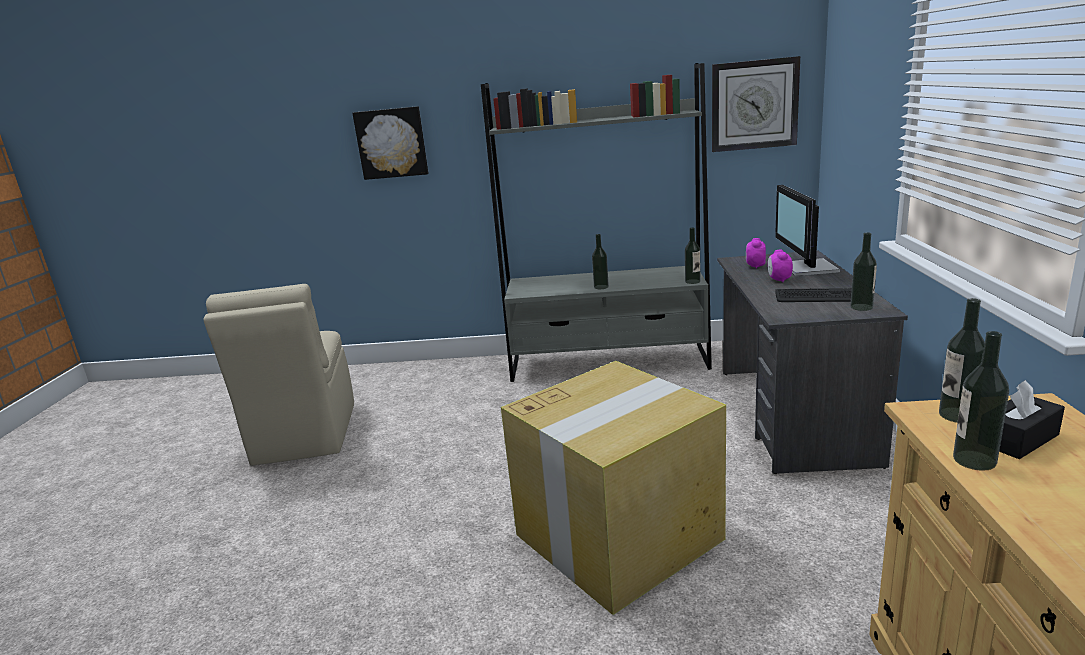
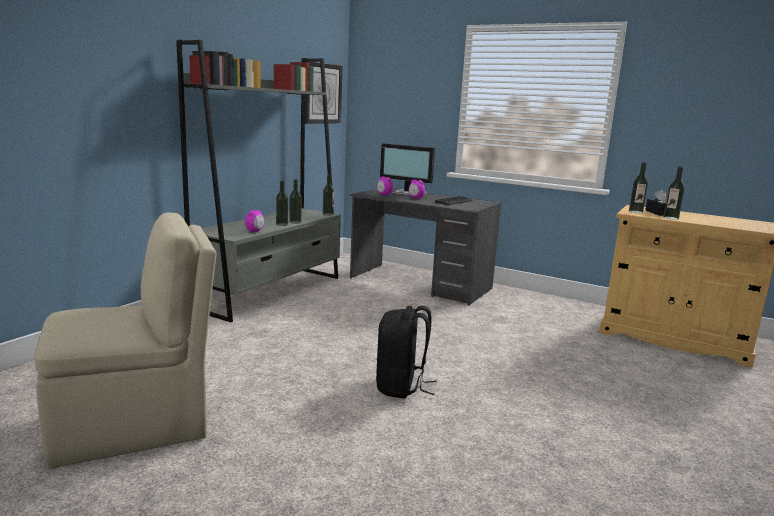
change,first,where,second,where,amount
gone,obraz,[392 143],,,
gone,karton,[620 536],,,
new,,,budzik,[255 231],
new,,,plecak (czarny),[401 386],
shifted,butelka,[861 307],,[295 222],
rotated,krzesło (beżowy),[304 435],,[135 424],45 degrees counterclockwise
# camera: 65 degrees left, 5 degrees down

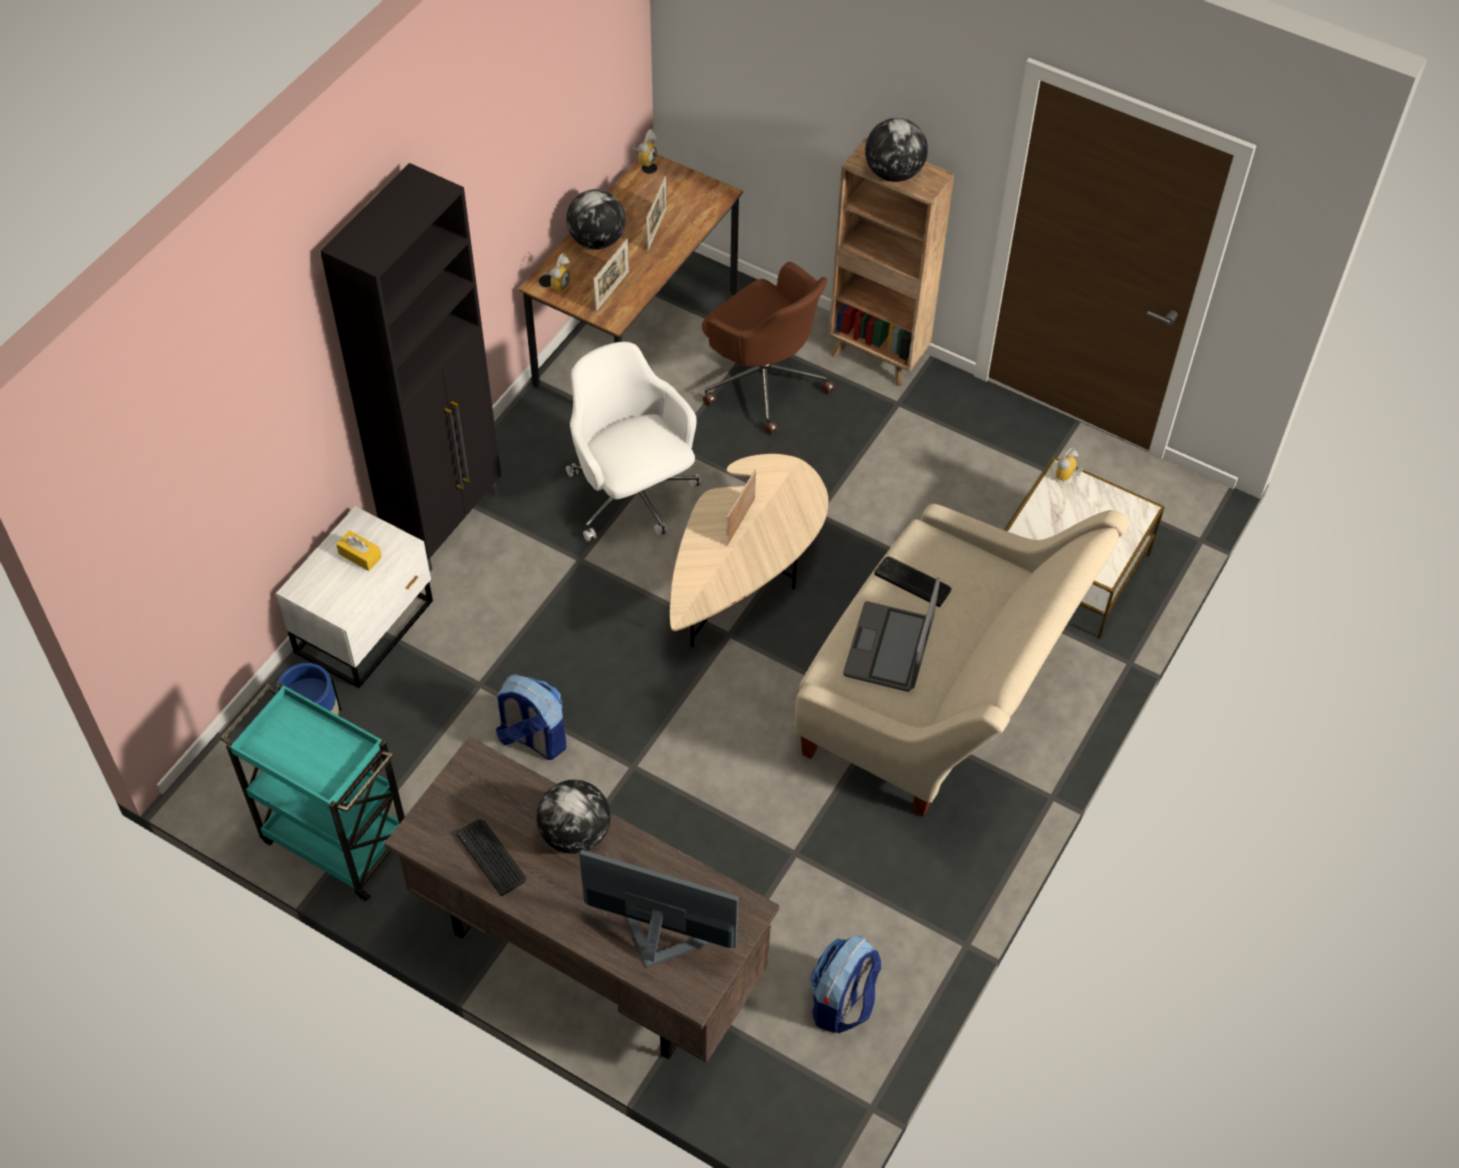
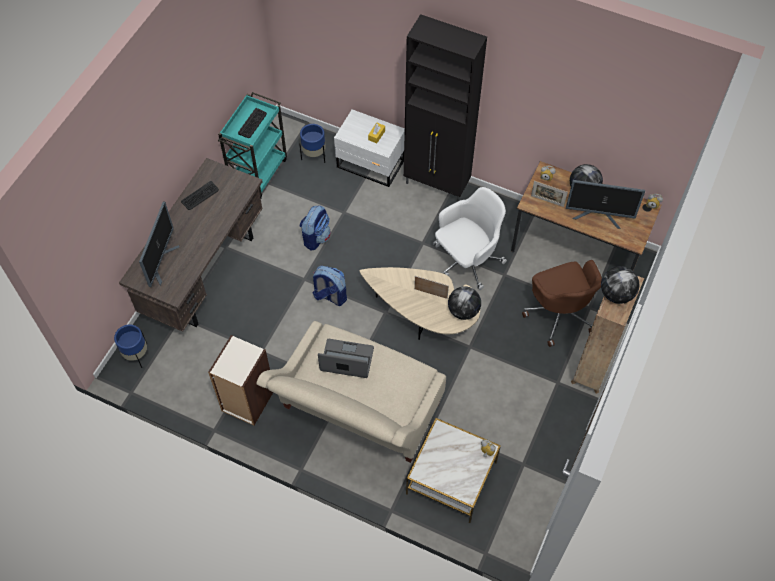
change,first,where,second,where,amount
new,,,donica (niebieski),[136 355],
new,,,regał,[247 401],
shifted,globus,[575 834],,[463 311],
shifted,plecak,[842 1002],,[330 296],
shifted,klawiatura,[913 581],,[252 123],
swapped,ramka na zdjęcie,[656 229],monitor,[598 216],
rotated,krzesło biurowe (brązowy),[763 381],,[559 313],60 degrees counterclockwise
# camera: 85 degrees right, 5 degrees up

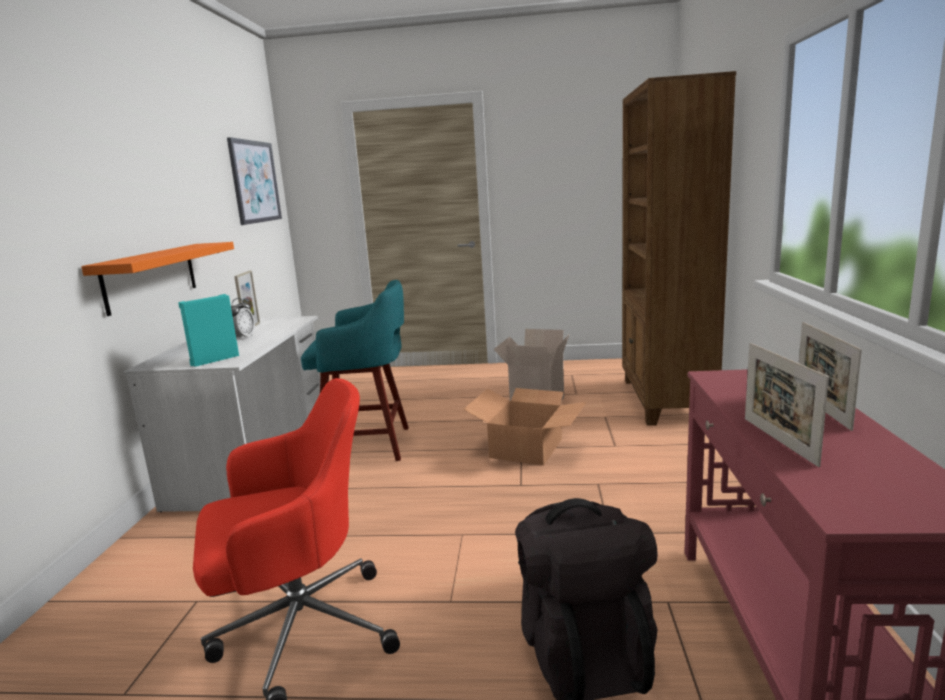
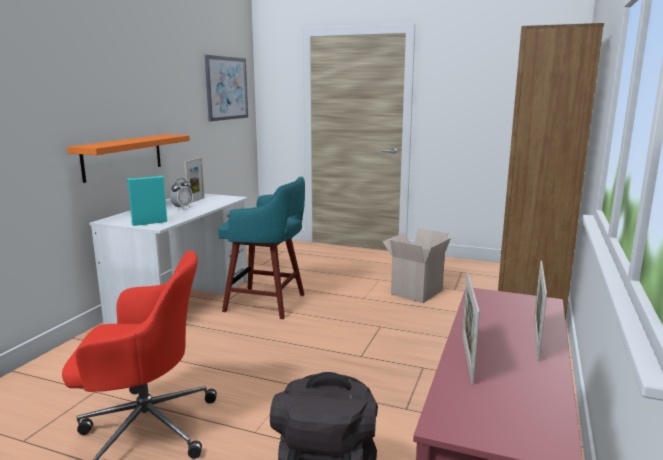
change,first,where,second,where,amount
gone,karton,[527 448],,,
# camera: 15 degrees right, 0 degrees up

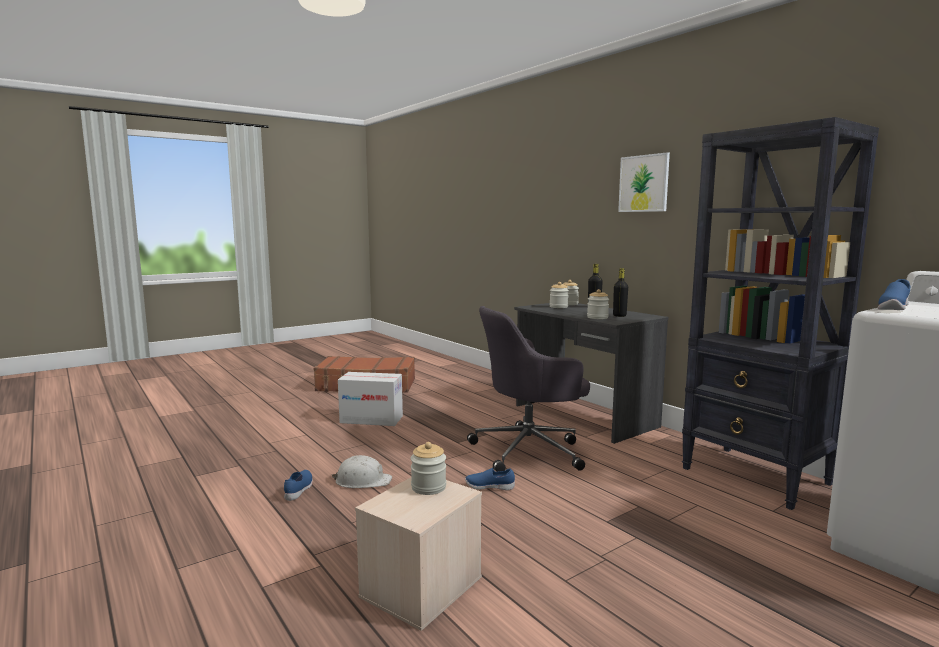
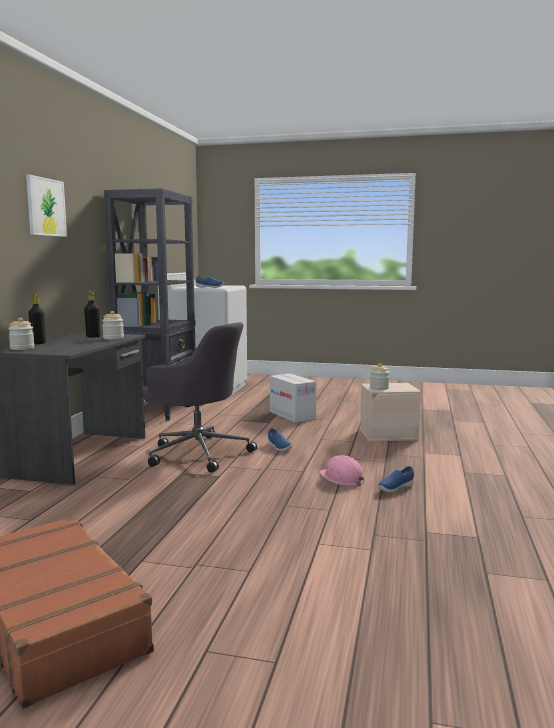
change,first,where,second,where,amount
gone,słoik,[558 307],,,
shifted,karton,[371 419],,[292 415],
repainted,kask (biały),[362 481],kask (różowy),[342 478],
# camera: 130 degrees left, 0 degrees up

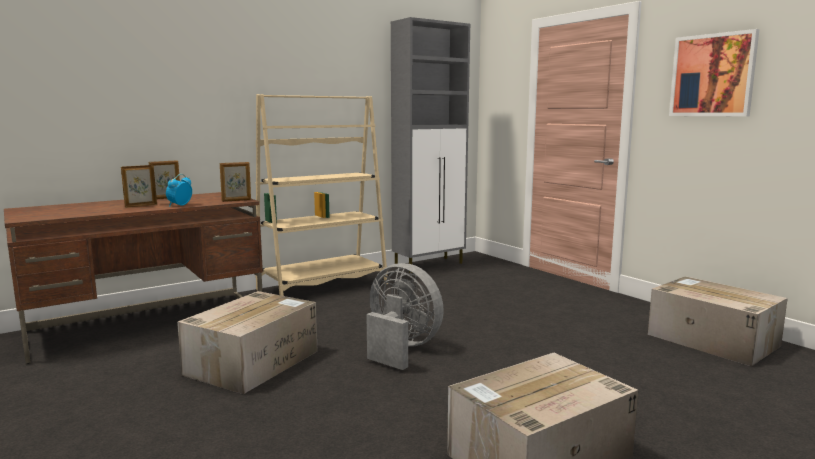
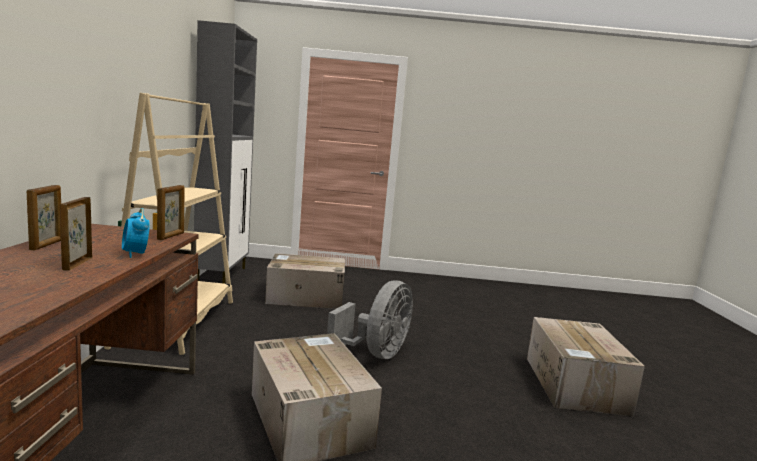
change,first,where,second,where,amount
gone,obraz,[712 75],,,
shifted,karton,[710 340],,[304 297],
rotated,wentylator (szary),[401 348],,[376 354],135 degrees clockwise
# camera: 55 degrees left, 0 degrees up

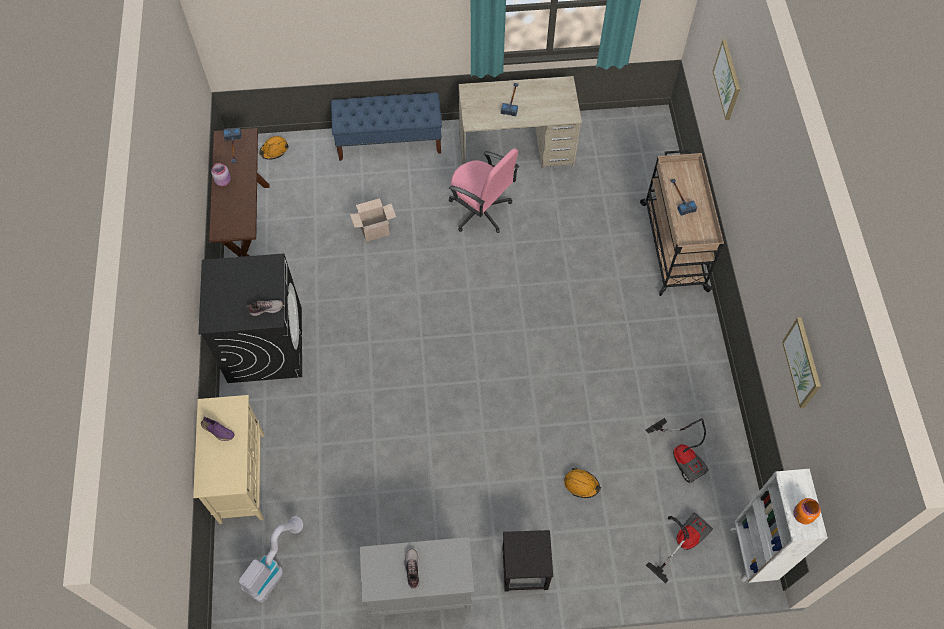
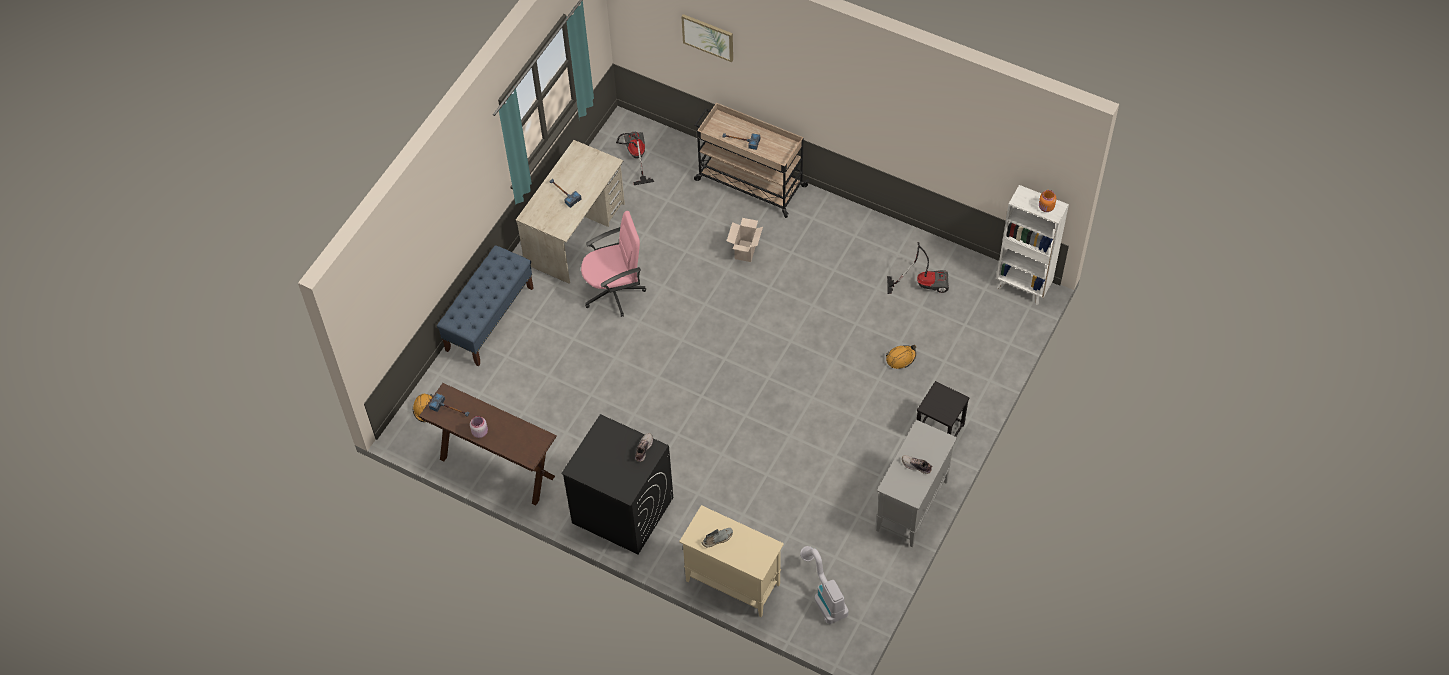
change,first,where,second,where,amount
gone,obraz,[802 362],,,
shifted,karton,[375 230],,[745 250],
shifted,odkurzacz,[681 541],,[635 157],
repainted,but (fioletowy),[218 431],but (szary),[718 539],
# camera: 55 degrees left, 5 degrees down

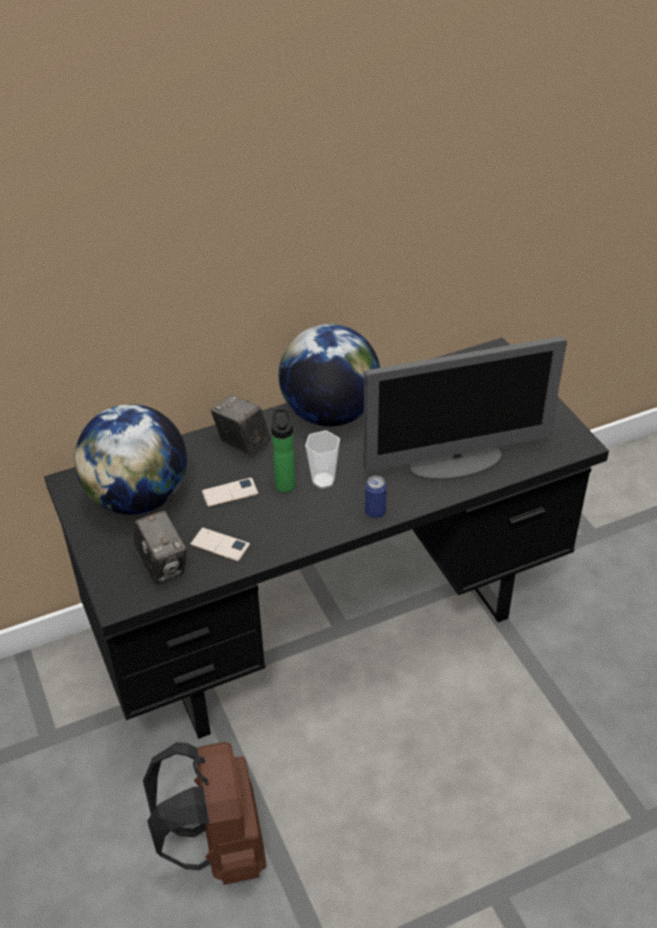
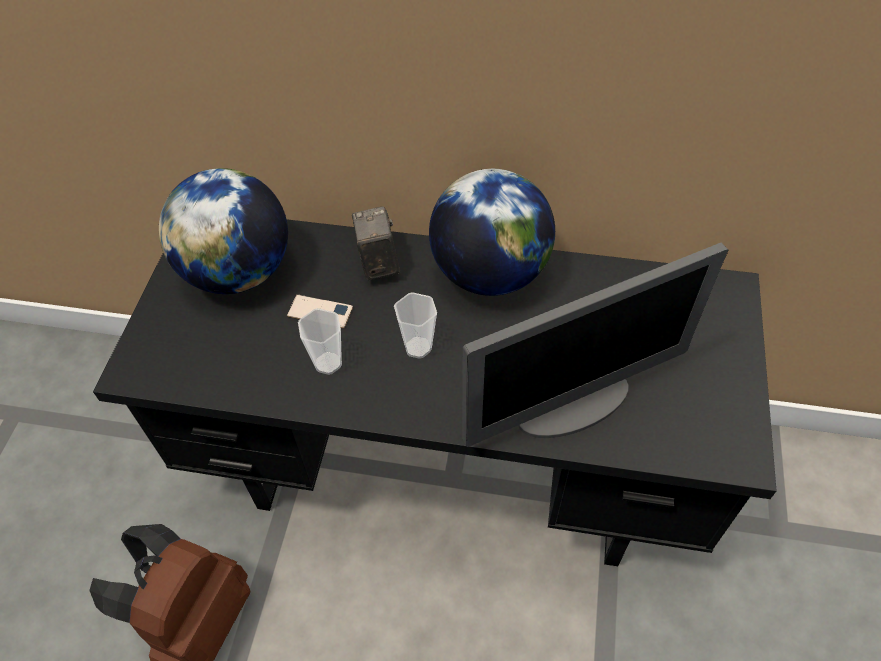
change,first,where,second,where,amount
gone,aparat fotograficzny,[163 565],,,
gone,telefon,[220 545],,,
gone,butelka,[285 483],,,
gone,puszka,[375 512],,,
new,,,filiżanka,[328 363],
rotated,monitor,[456 463],,[574 404],45 degrees counterclockwise
# camera: 35 degrees right, 10 degrees up

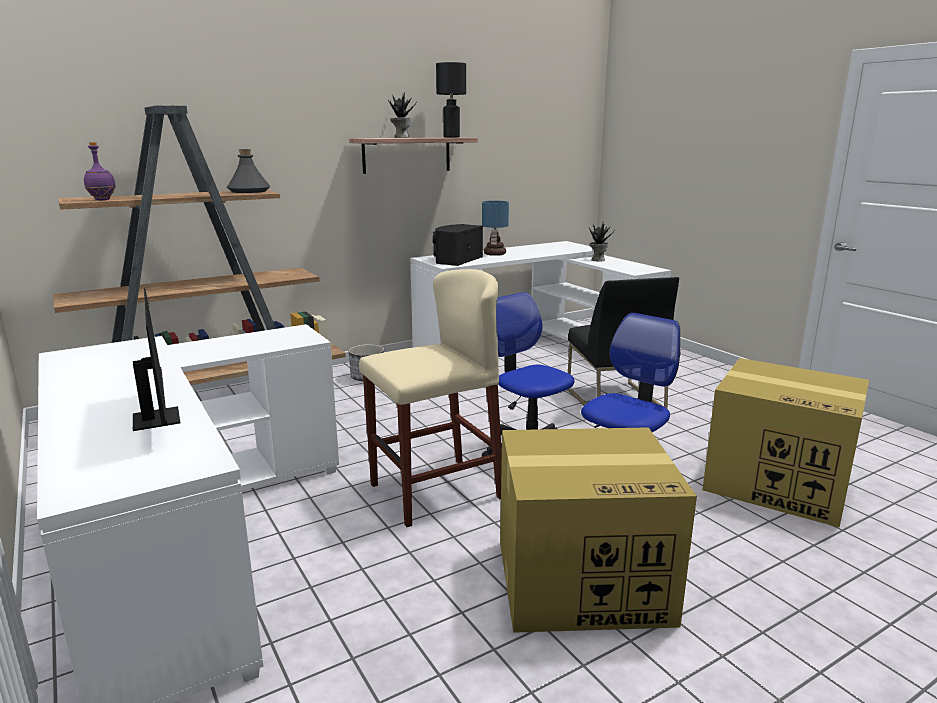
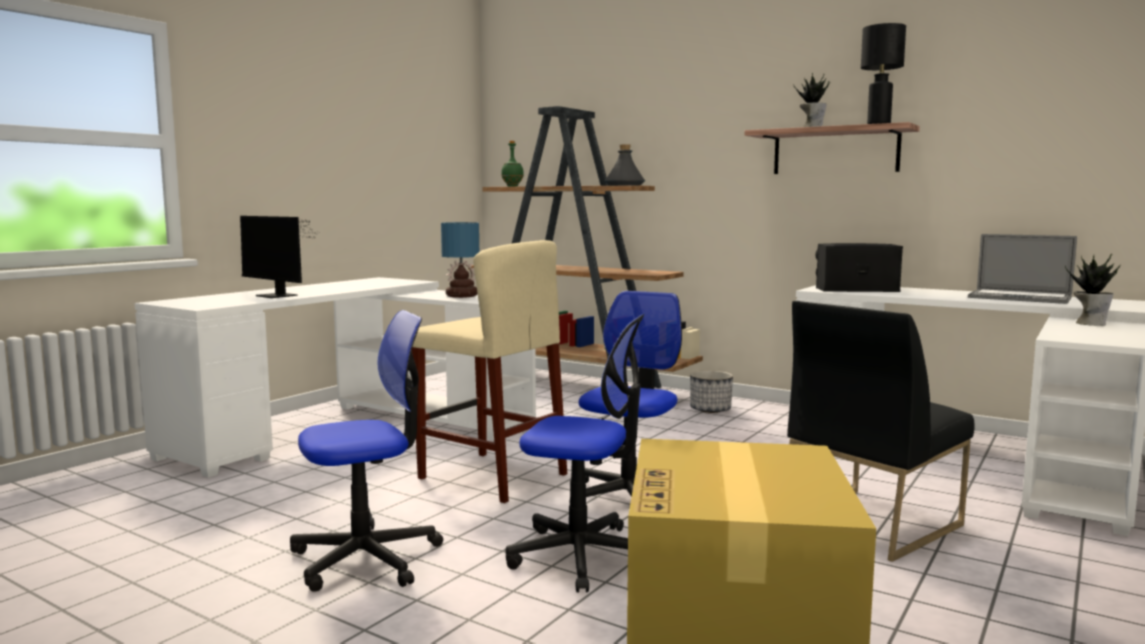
change,first,where,second,where,amount
new,,,laptop,[1019 297],
shifted,lampa stołowa,[495 254],,[460 296],
swapped,karton,[584 580],krzesło biurowe,[366 558],
repainted,butelka (fioletowy),[102 200],butelka (zielony),[512 186],
rotated,monitor,[158 415],,[278 296],90 degrees clockwise
# camera: 65 degrees right, 10 degrees down

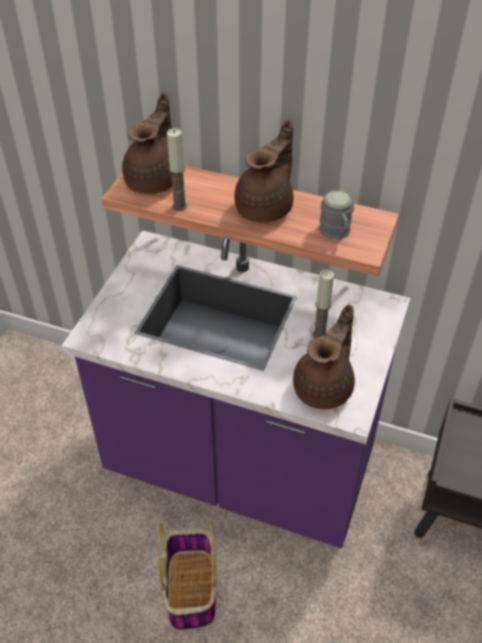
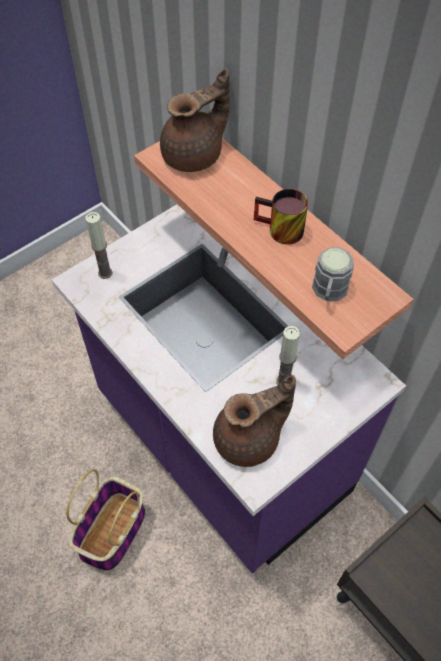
change,first,where,second,where,amount
shifted,świeca,[179 206],,[105 273],
swapped,imbryk (brązowy),[266 207],kubek,[279 231],
# camera: 30 degrees right, 10 degrees up

